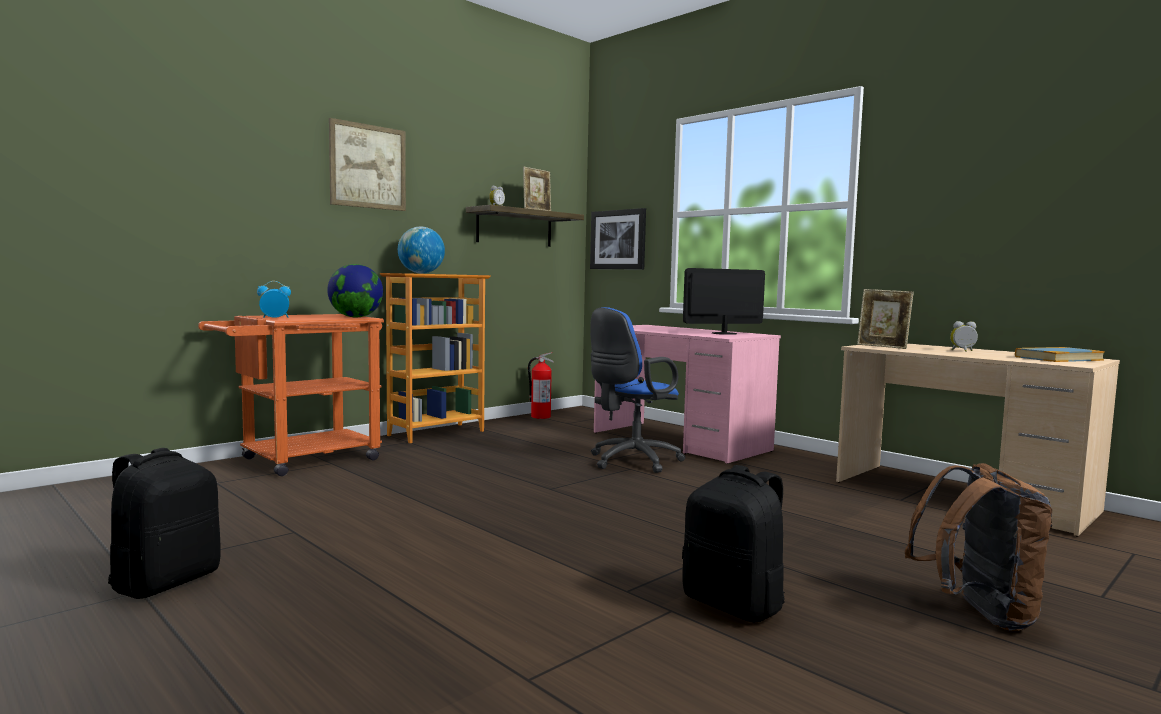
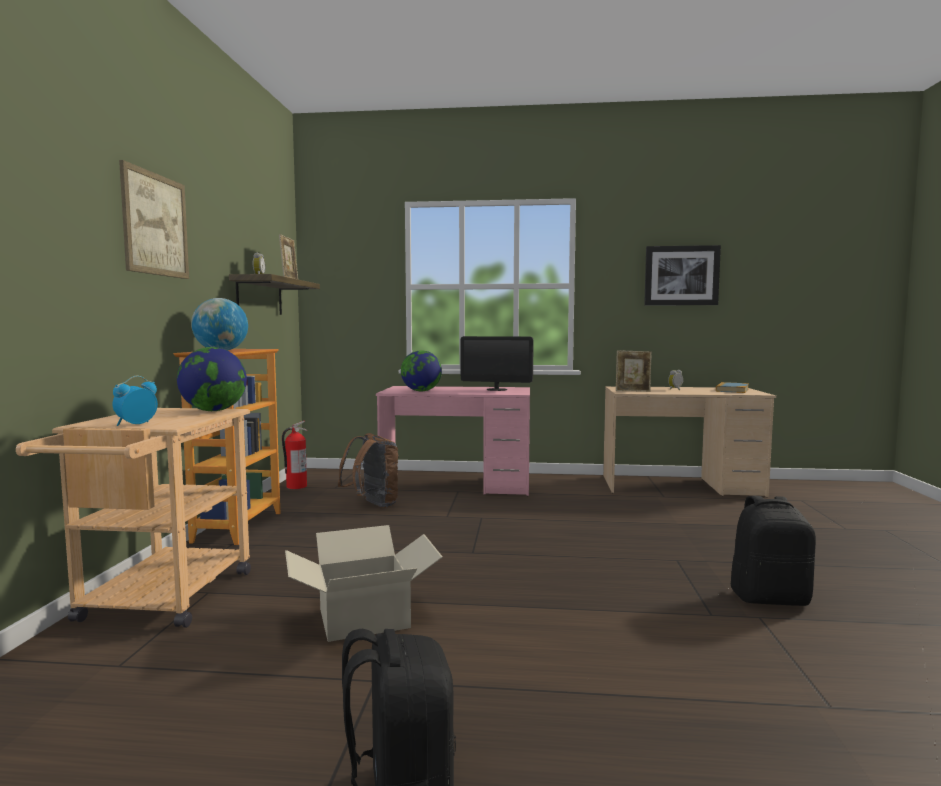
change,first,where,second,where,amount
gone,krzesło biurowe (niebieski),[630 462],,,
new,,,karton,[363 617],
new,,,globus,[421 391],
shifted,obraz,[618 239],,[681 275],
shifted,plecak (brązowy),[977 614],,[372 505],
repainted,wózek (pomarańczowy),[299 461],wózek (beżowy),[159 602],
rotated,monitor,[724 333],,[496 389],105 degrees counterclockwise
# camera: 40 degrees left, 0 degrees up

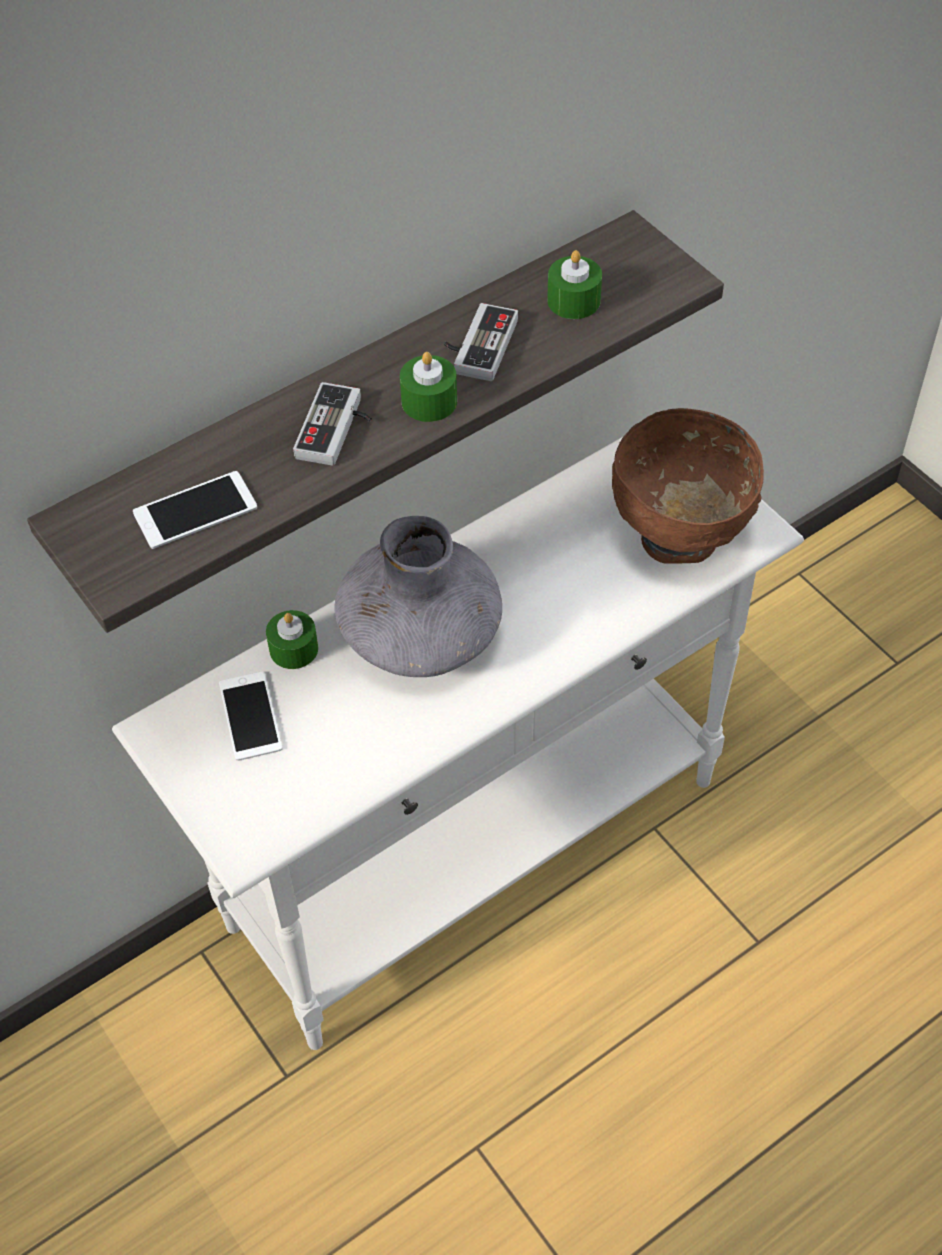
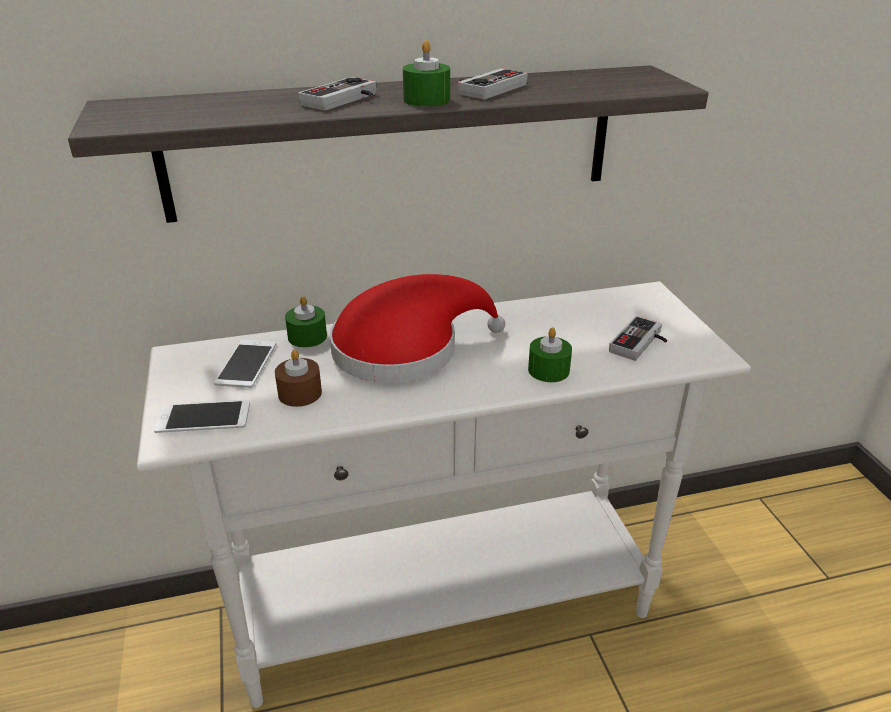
change,first,where,second,where,amount
new,,,świeca (brązowy),[300 393],
shifted,telefon,[195 510],,[203 417],
shifted,świeca (zielony),[573 300],,[548 370],
swapped,wazon (szary),[421 632],kapelusz (czerwony),[405 349],
swapped,miska (brązowy),[680 538],pad do gier,[641 344],
# camera: 20 degrees right, 20 degrees down

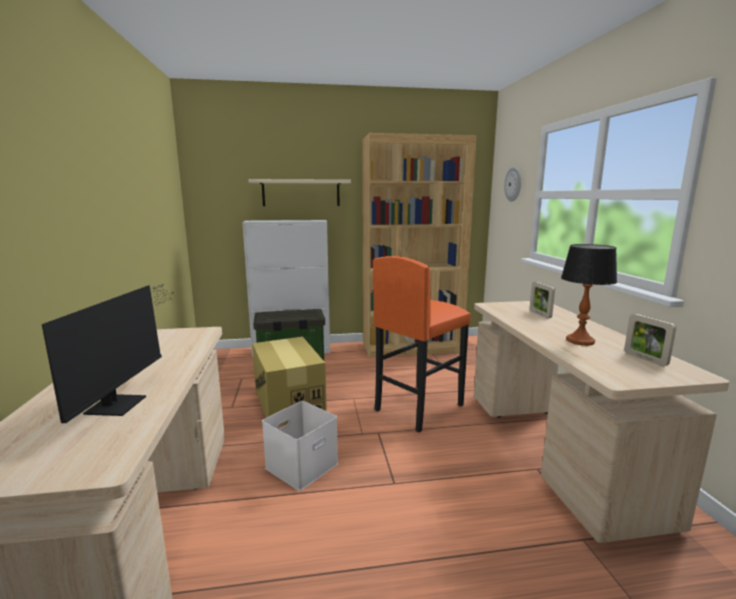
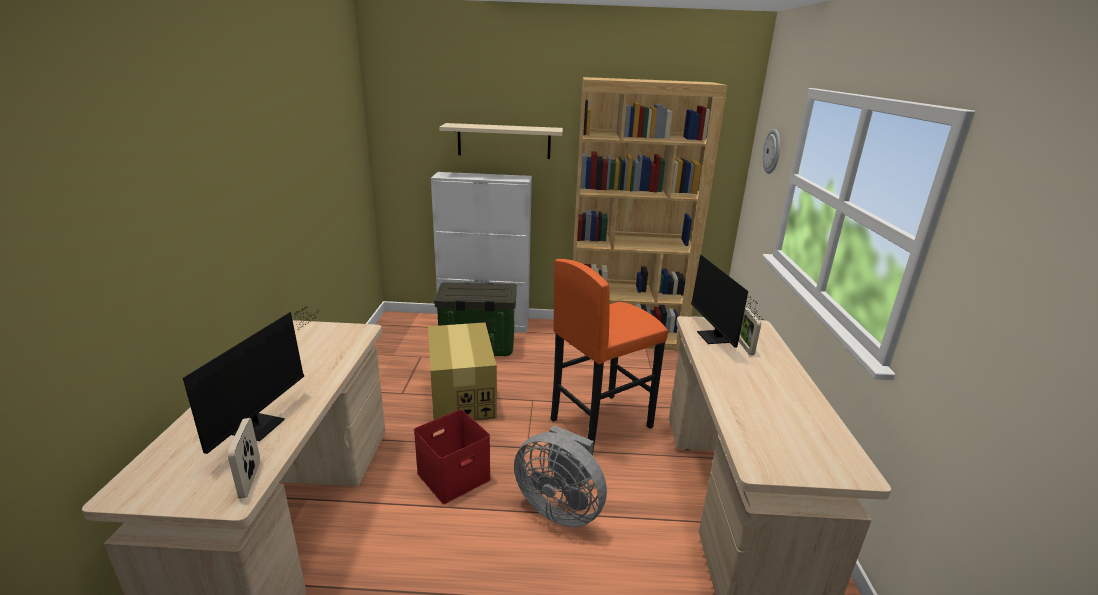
change,first,where,second,where,amount
gone,lampa stołowa,[579 341],,,
new,,,wentylator (szary),[560 507],
new,,,monitor,[715 339],
shifted,ramka na zdjęcie,[645 359],,[250 479],
repainted,pojemnik do przechowywania (biały),[302 465],pojemnik do przechowywania (czerwony),[454 475],
# camera: 10 degrees right, 10 degrees up

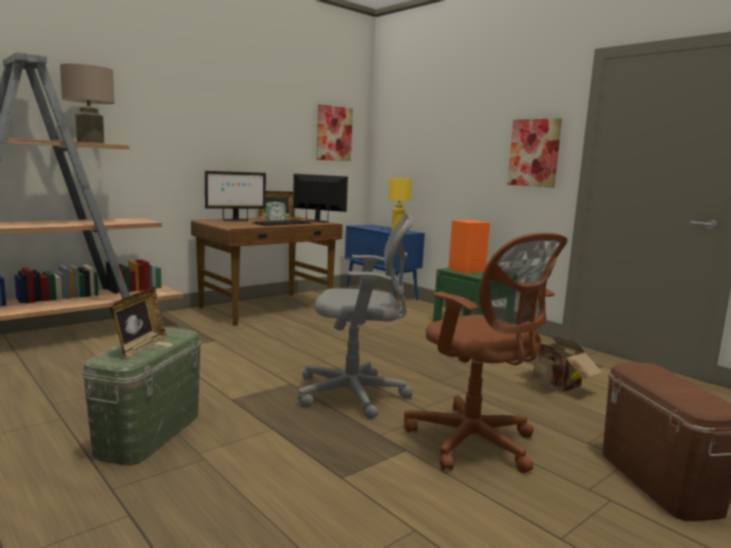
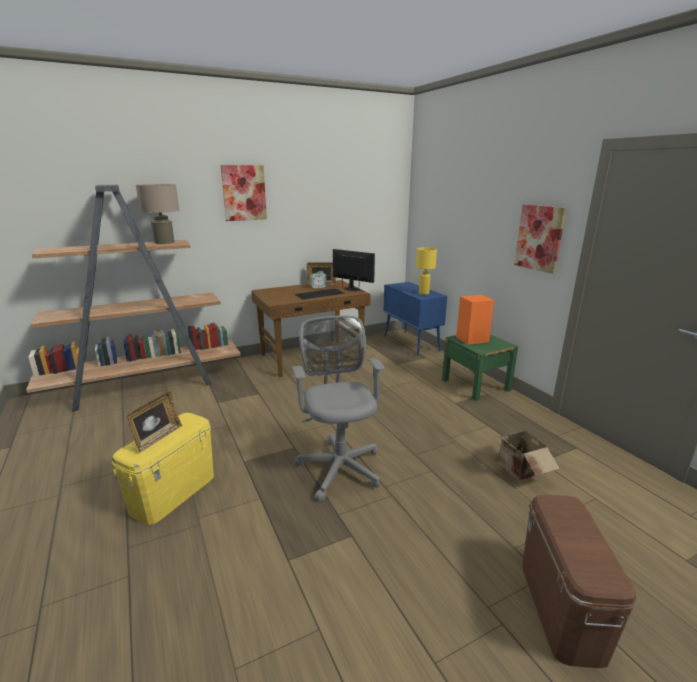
change,first,where,second,where,amount
gone,monitor,[235 220],,,
gone,krzesło biurowe (brązowy),[475 444],,,
shifted,obraz,[334 133],,[244 193],
repainted,pojemnik do przechowywania (zielony),[149 433],pojemnik do przechowywania (żółty),[173 492],
rotated,krzesło biurowe (szary),[356 395],,[339 465],120 degrees counterclockwise
# camera: 15 degrees right, 10 degrees up

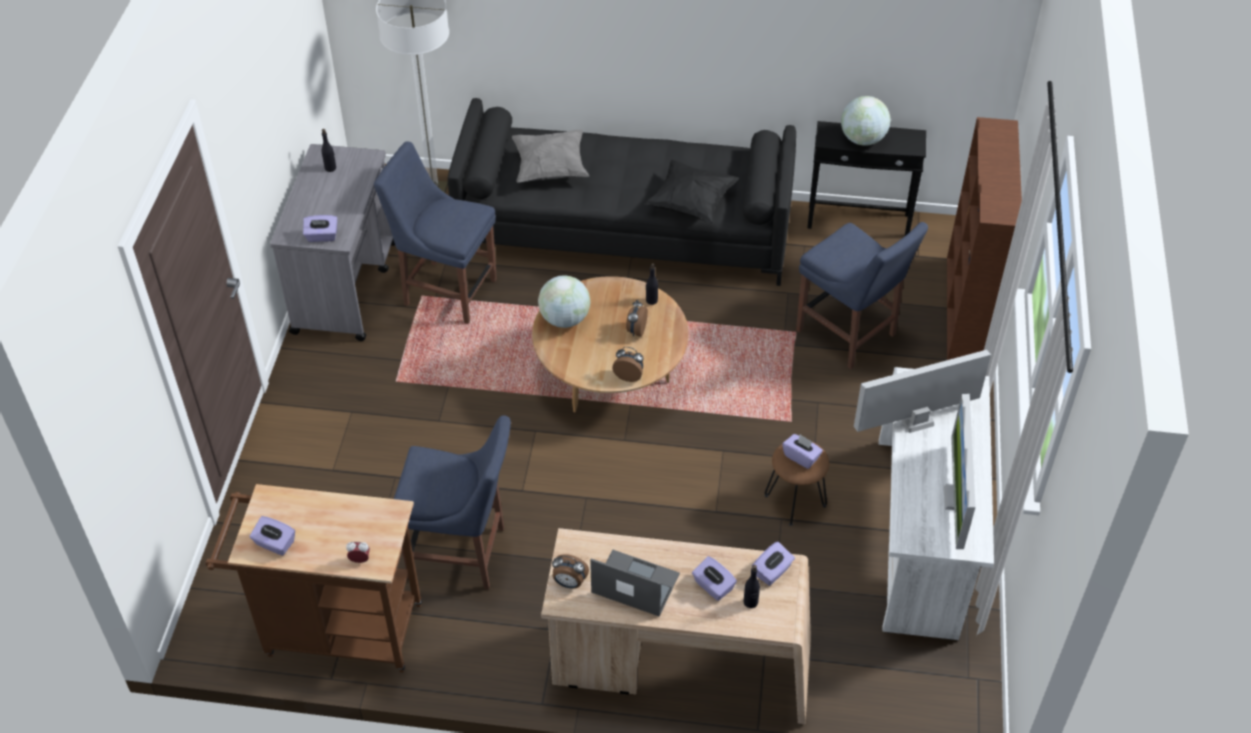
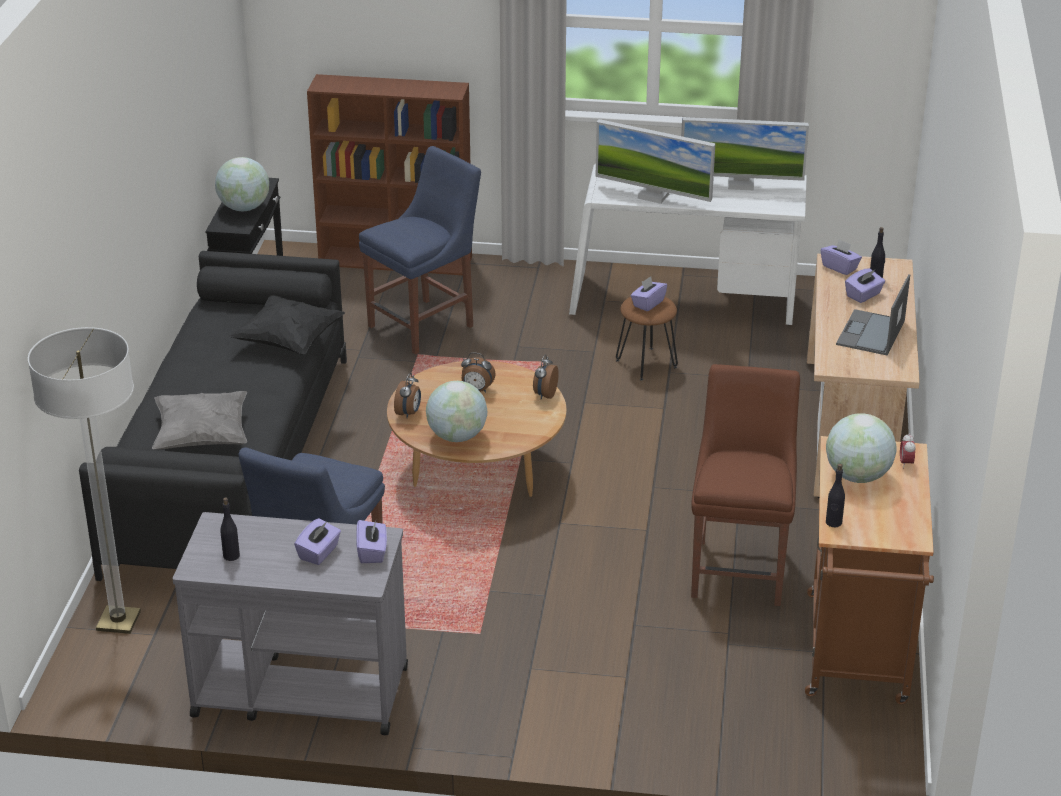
change,first,where,second,where,amount
new,,,globus,[857 476],
shifted,pudełko chusteczek (fioletowy),[275 544],,[319 553],
shifted,budzik,[569 583],,[409 413],
shifted,butelka (czarny),[651 300],,[833 522],
repainted,krzesło (niebieski),[462 554],krzesło (brązowy),[739 568],
rotated,monitor,[916 420],,[653 196],45 degrees counterclockwise
# camera: 90 degrees left, 15 degrees down

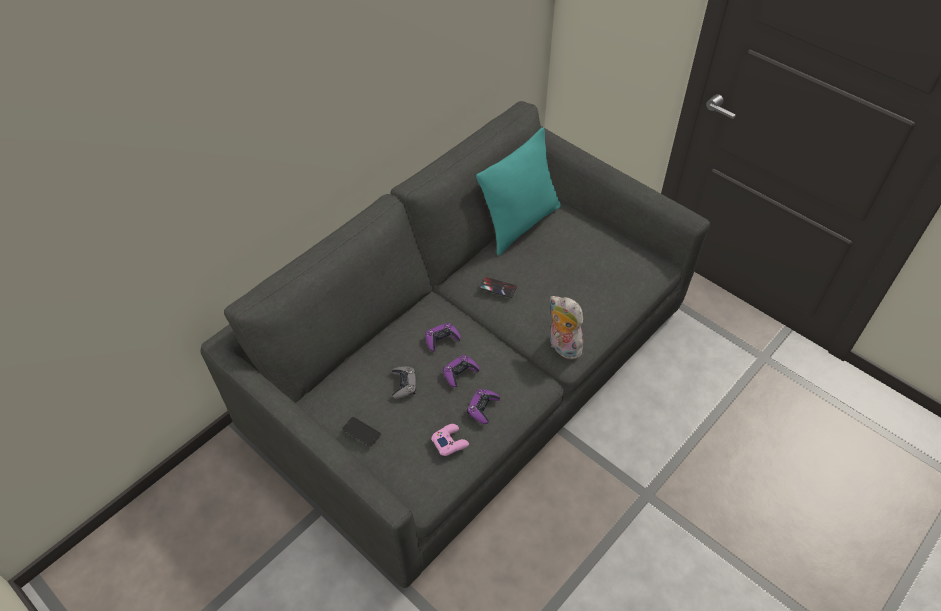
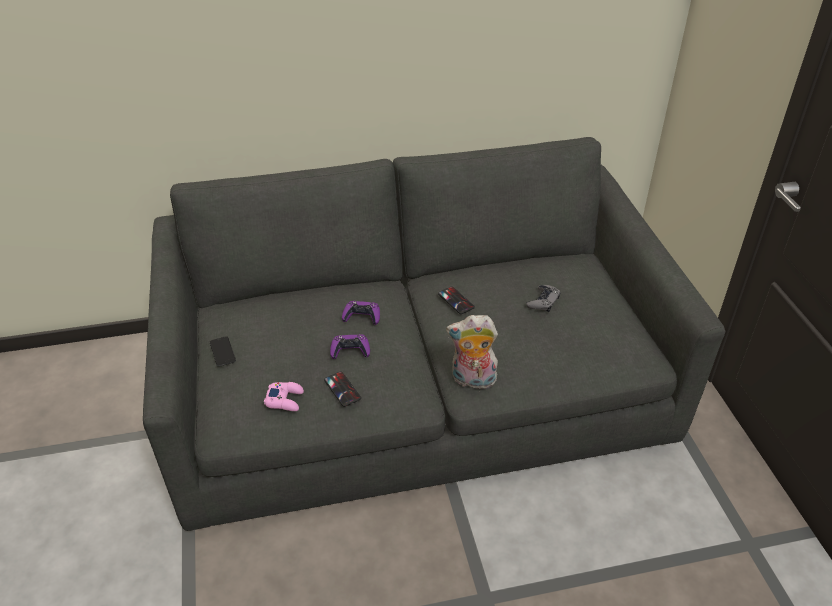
change,first,where,second,where,amount
gone,poduszka (turkusowy),[520 224],,,
shifted,pad do gier (szary),[404 384],,[543 301],
swapped,pad do gier (fioletowy),[483 408],telefon,[342 389],
rotated,pluszak,[562 347],,[472 380],75 degrees counterclockwise
# camera: 35 degrees right, 10 degrees down

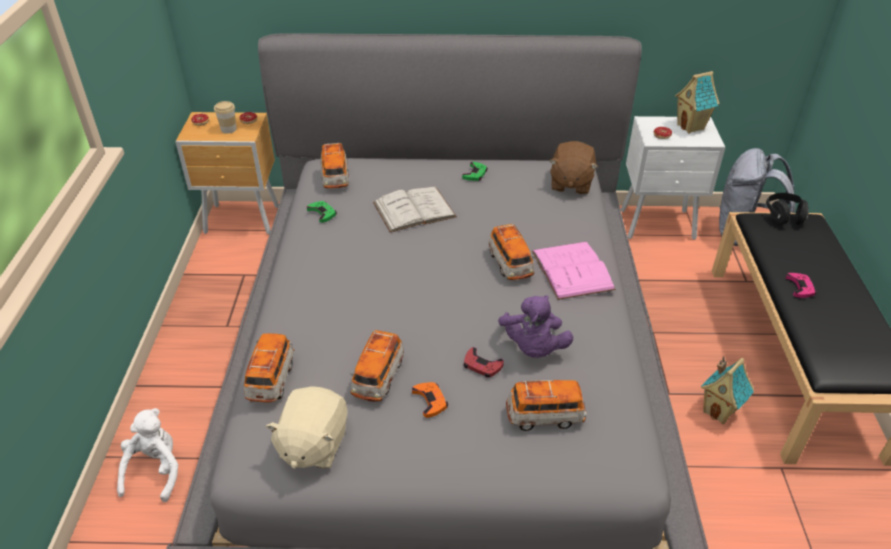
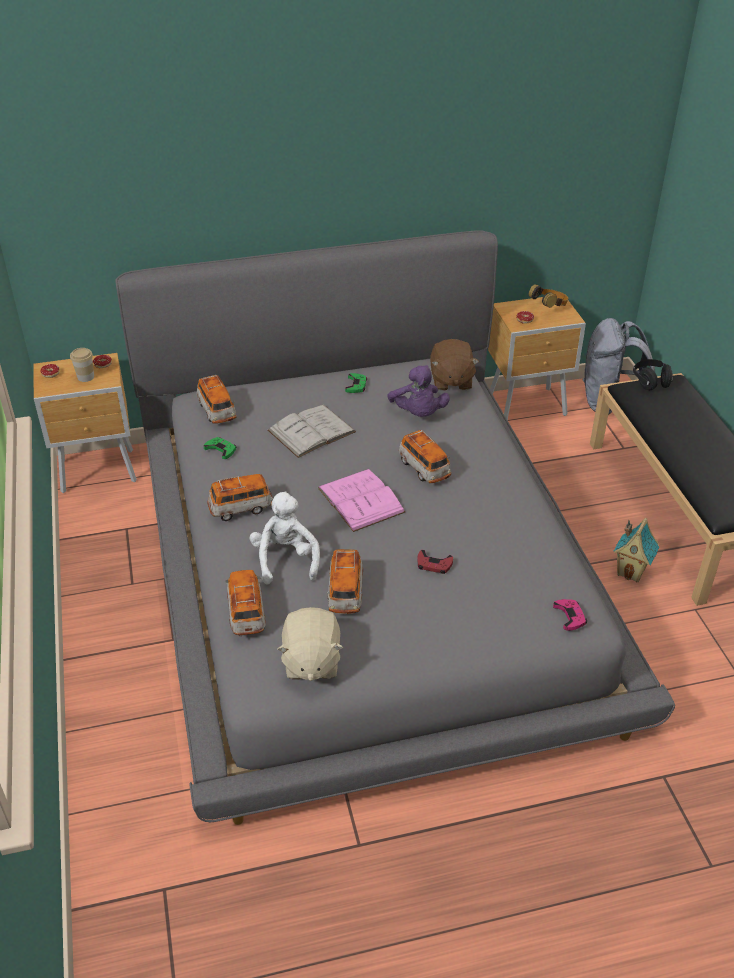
change,first,where,second,where,amount
gone,pad do gier (pomarańczowy),[430 401],,,
shifted,pluszak (biały),[155 470],,[285 559],
shifted,pluszak (fioletowy),[533 348],,[418 414],
shifted,samochodzik,[545 416],,[241 508],
shifted,książka (różowy),[572 270],,[361 500],
shifted,pad do gier (różowy),[800 287],,[570 616],
swapped,domek,[691 127],słuchawki,[549 307],
repainted,szafka nocna (biały),[659 225],szafka nocna (brązowy),[528 407],
# camera: 15 degrees left, 0 degrees up

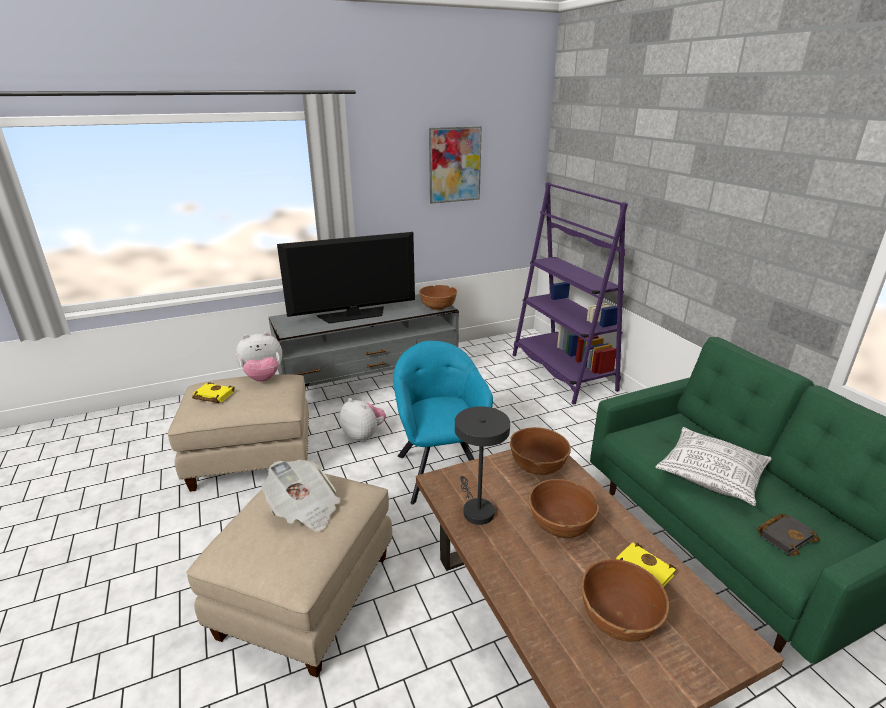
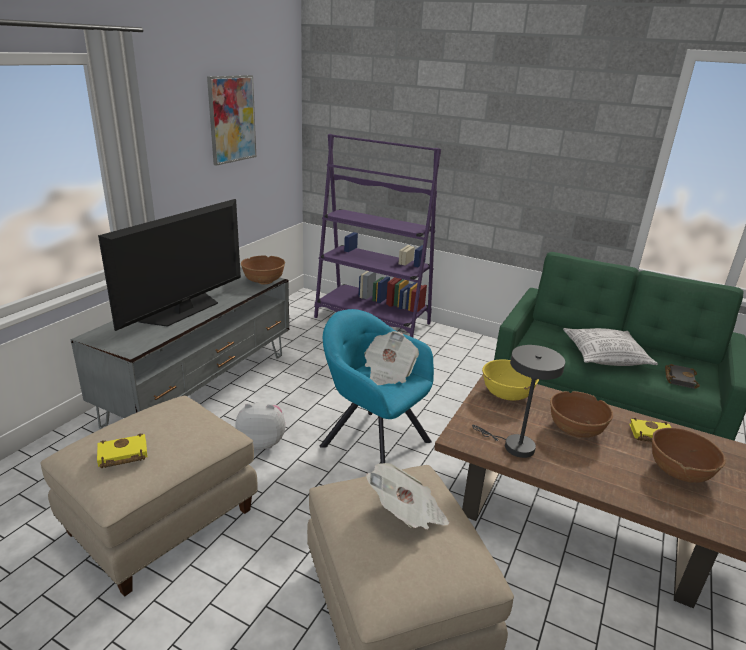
change,first,where,second,where,amount
gone,pluszak,[263 378],,,
new,,,gazeta,[388 372],
repainted,miska (brązowy),[537 466],miska (żółty),[506 394],
# camera: 40 degrees left, 0 degrees up

